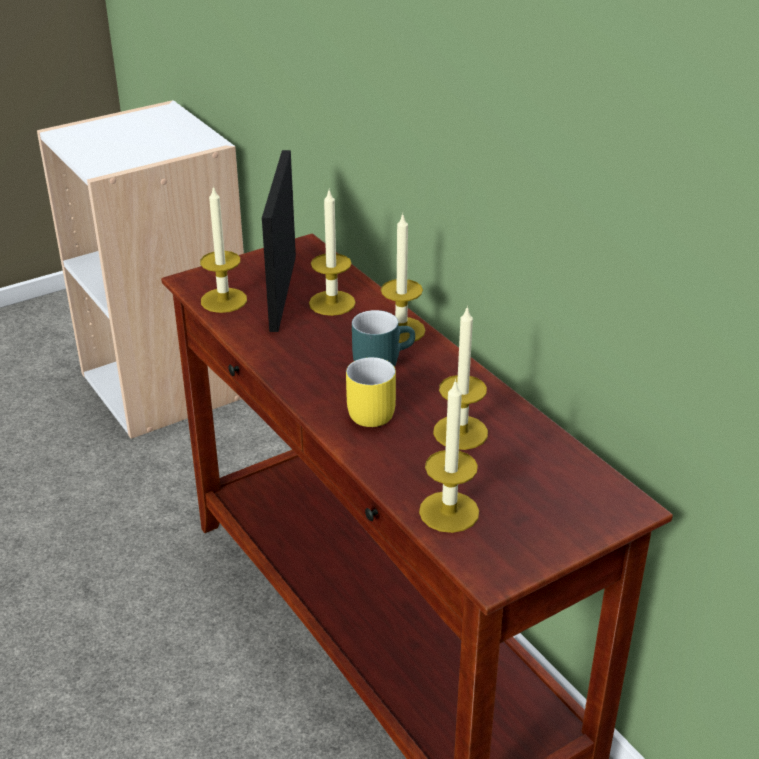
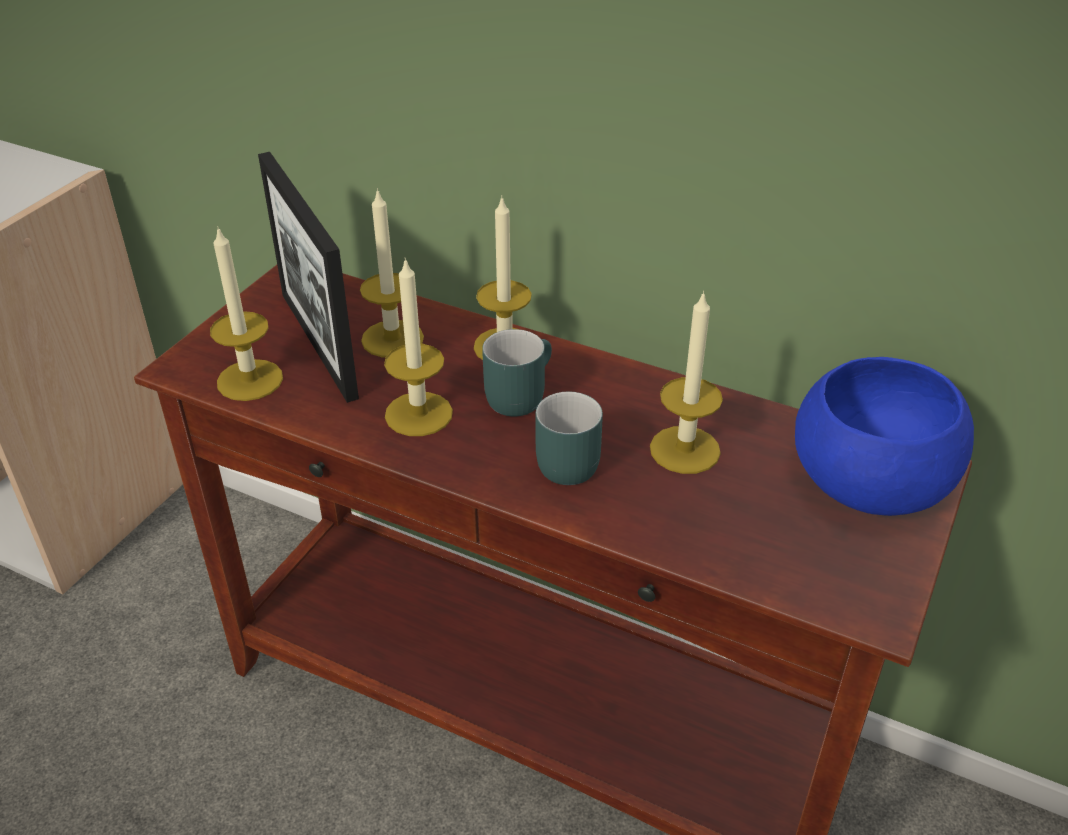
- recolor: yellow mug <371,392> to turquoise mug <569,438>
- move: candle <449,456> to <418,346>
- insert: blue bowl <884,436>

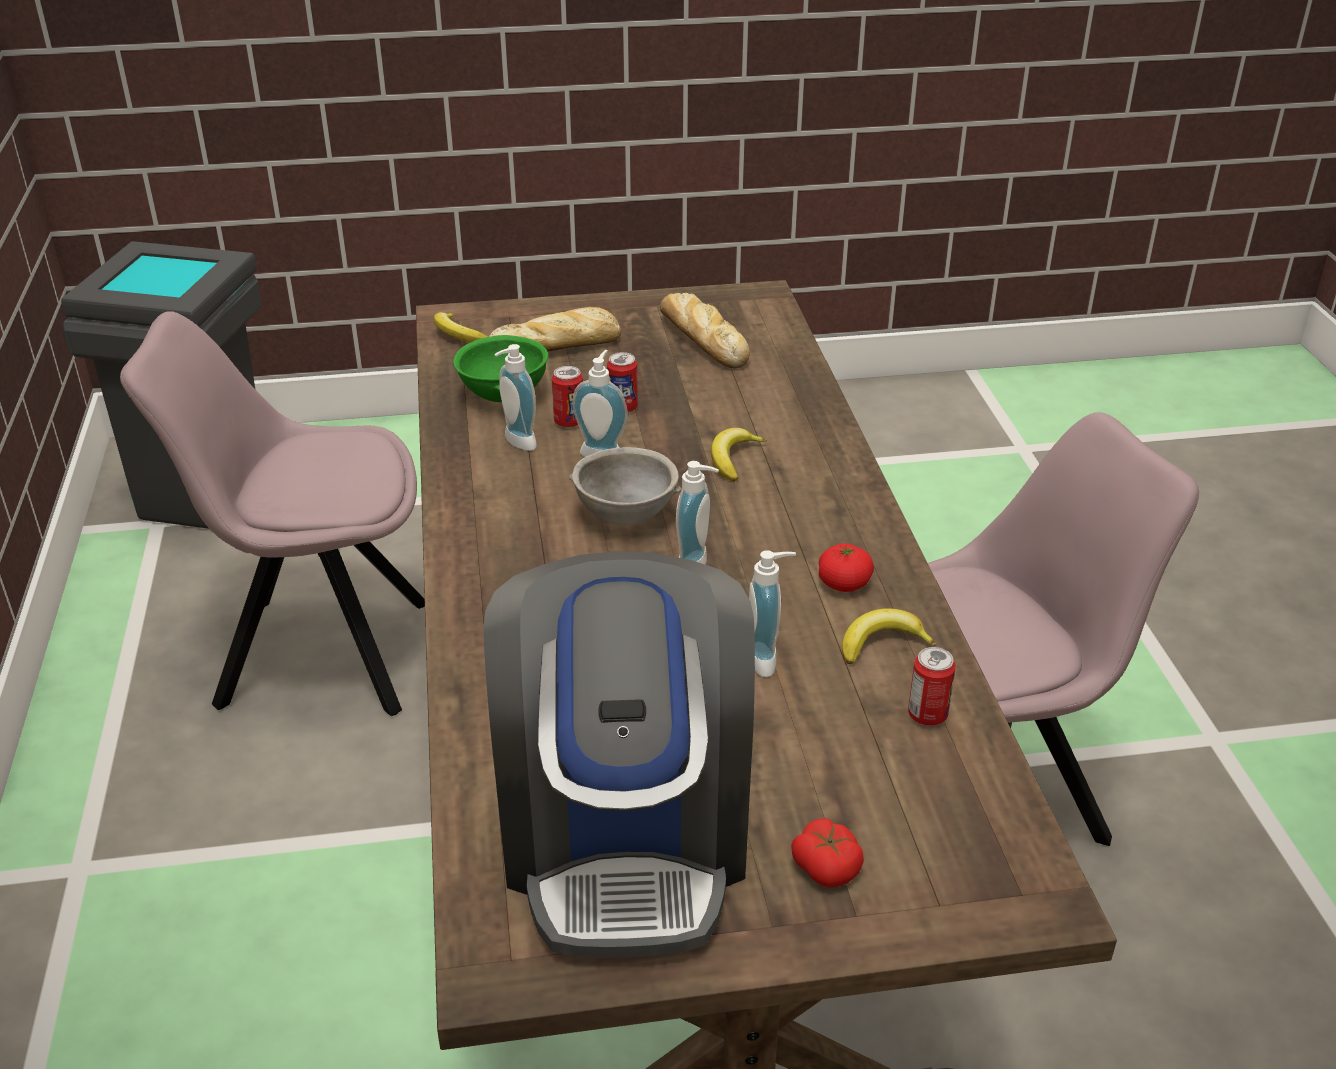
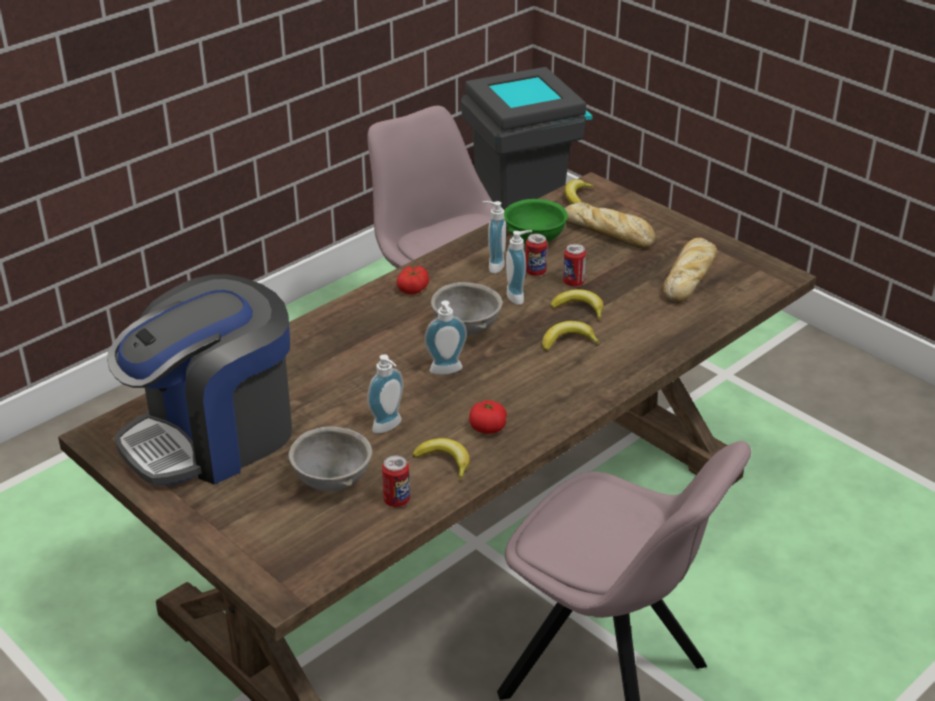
- move: tomato <827,853> to <412,280>
- insert: banana <577,305>
- insert: grey bowl <330,458>

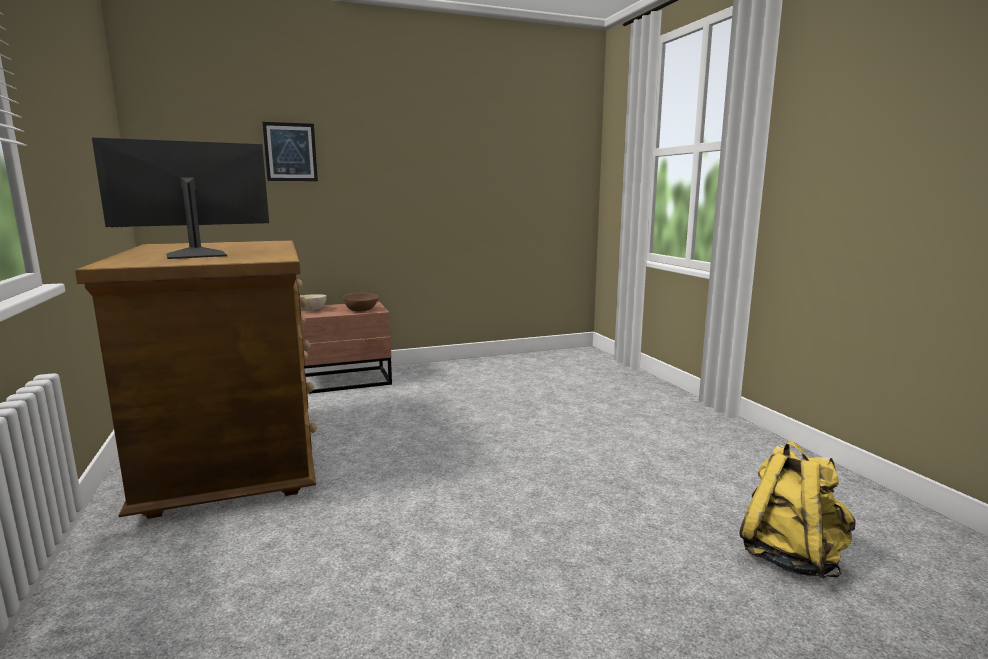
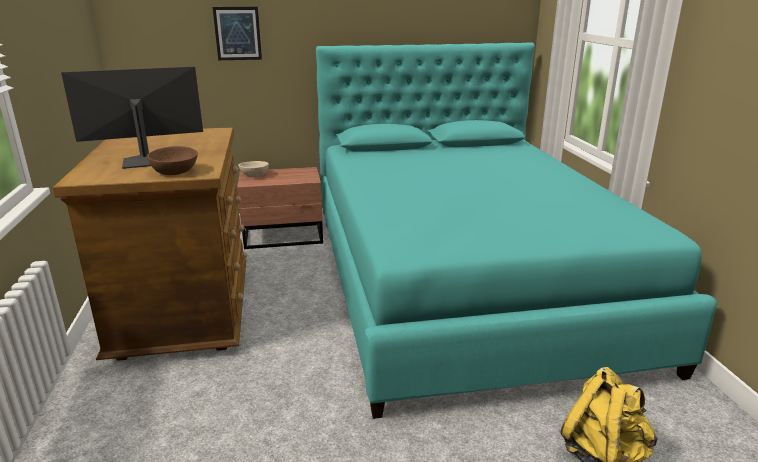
- move: brown bowl <361,302> to <172,160>
- insert: turquoise bed <517,231>

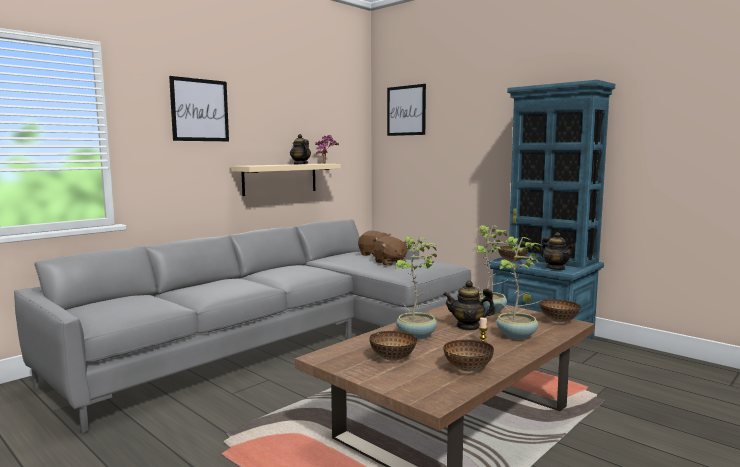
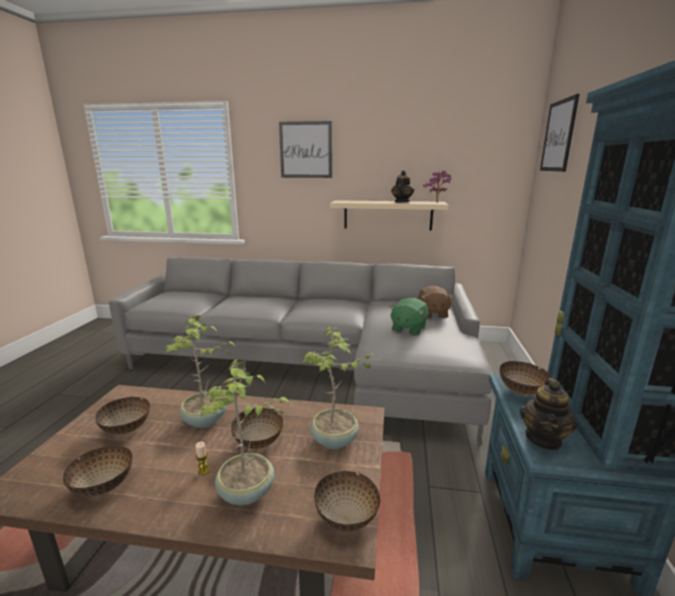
- recolor: brown plush toy <391,251> to green plush toy <408,316>
- replace: teapot <469,305> to bowl <257,428>

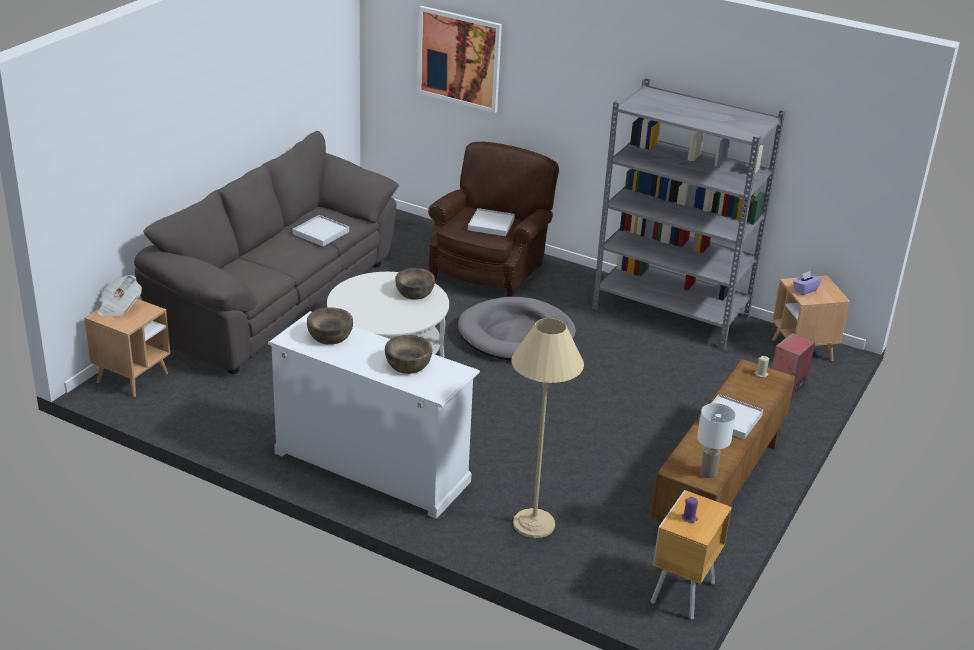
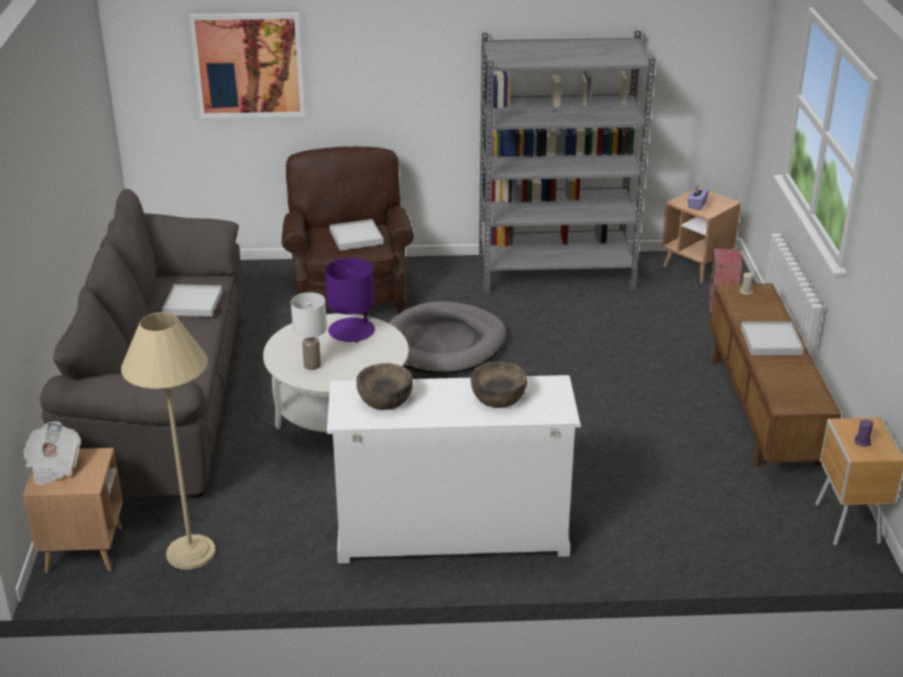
- replace: brown bowl <415,284> to purple table lamp <350,300>
- move: beige floor lamp <547,428> to <168,441>
- move: white table lamp <716,440> to <309,331>

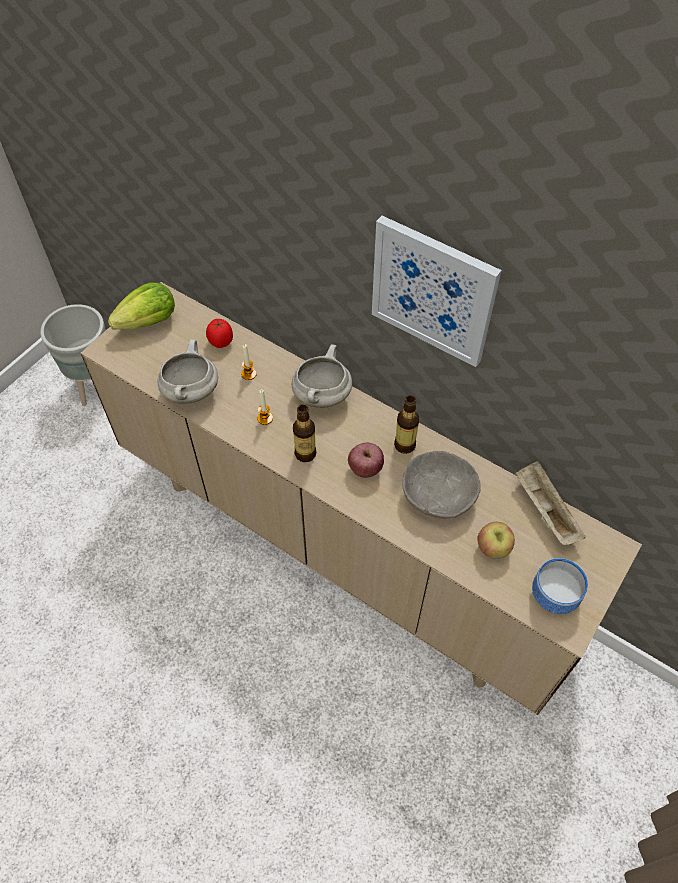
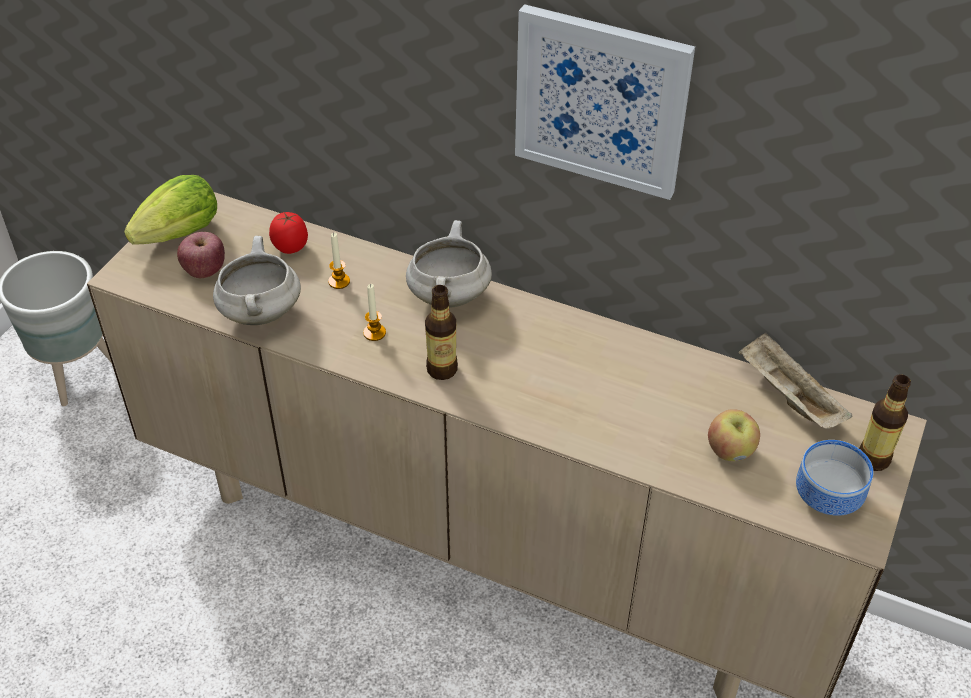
- move: bottle <406,424> to <885,422>
- move: apple <366,460> to <201,255>
- delete: grey bowl <441,485>

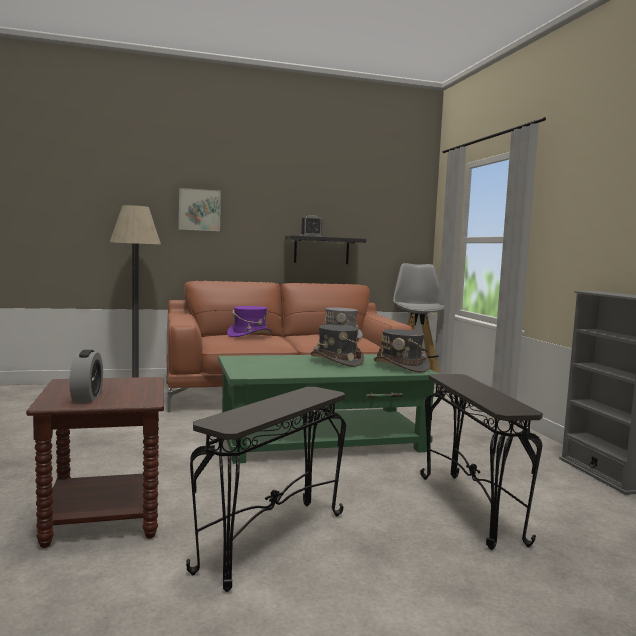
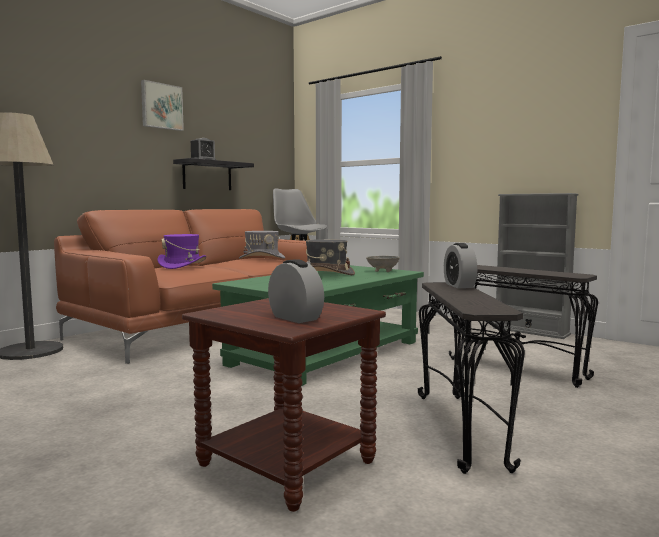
- move: picture <200,209> to <162,105>
- replace: grey hat <402,351> to grey bowl <383,264>
- insert: alarm clock <460,265>

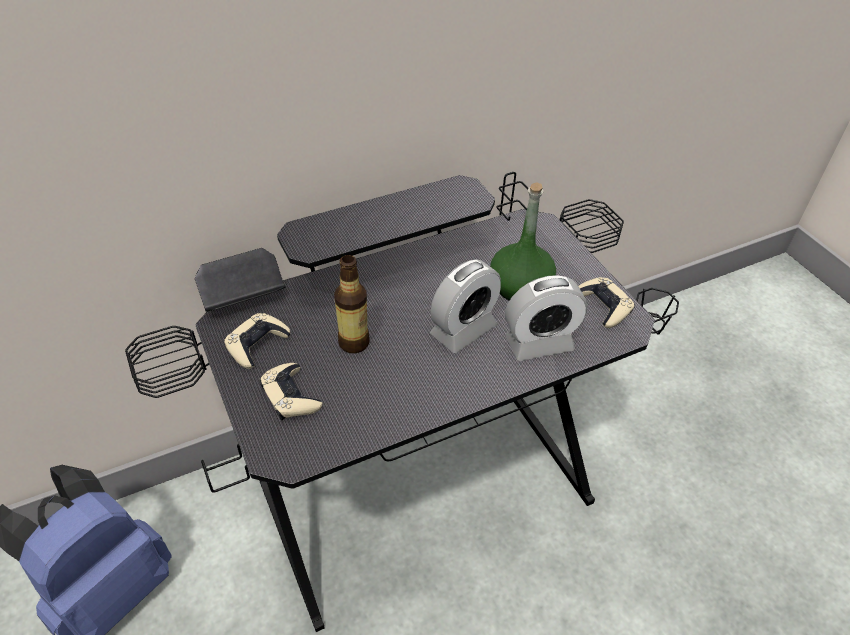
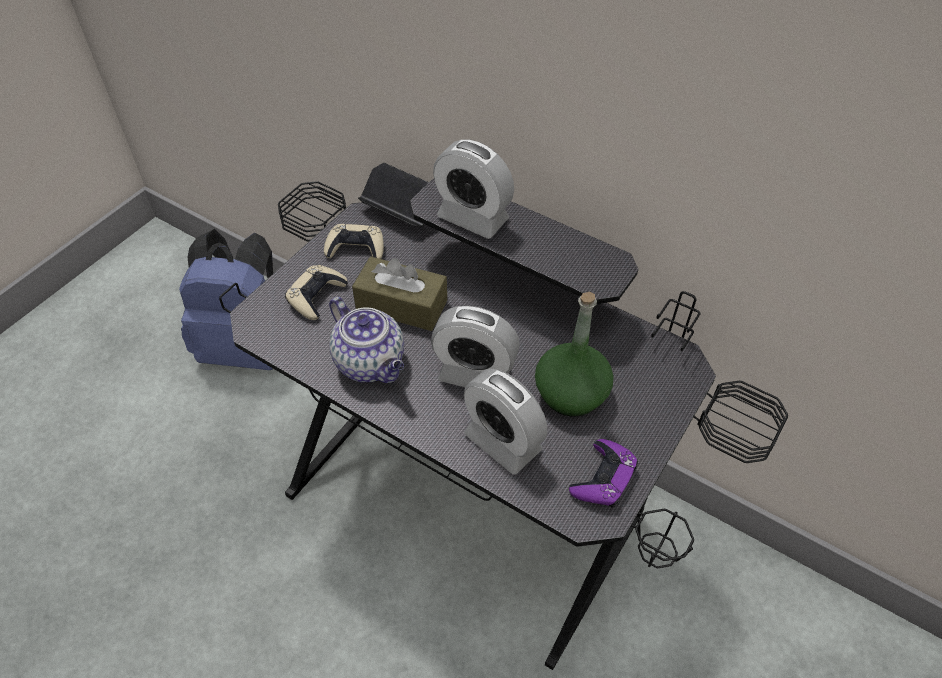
- replace: bottle <352,304> to brown tissue box <399,293>
- recolor: beige game controller <607,302> to purple game controller <603,473>
- insert: alarm clock <473,189>
- insert: teapot <366,340>

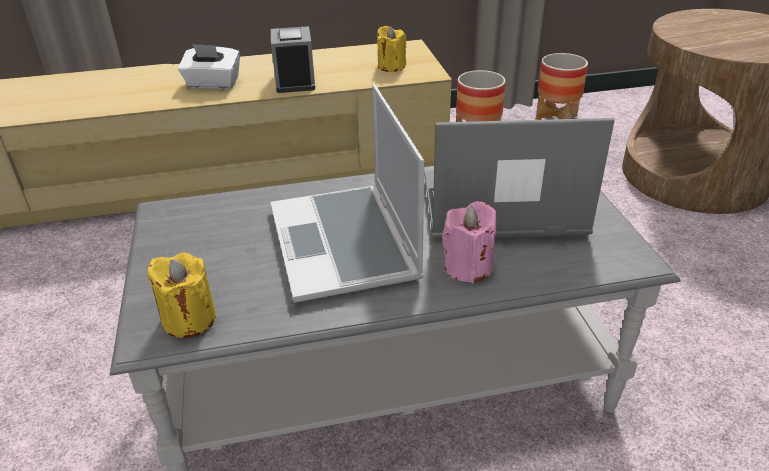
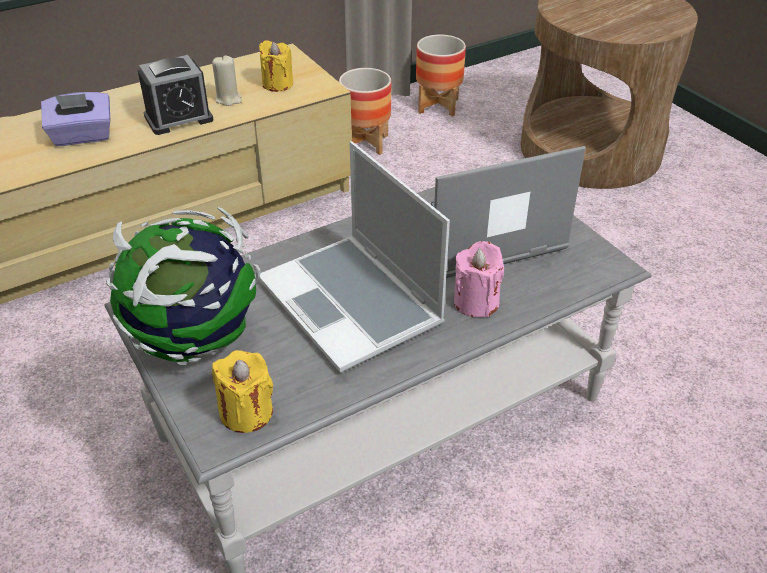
- rotate: alarm clock <293,59> = <175,95> 90 degrees counterclockwise
- recolor: white tissue box <209,66> to purple tissue box <75,119>
- insert: beige candle <227,80>
- insert: globe <183,286>

